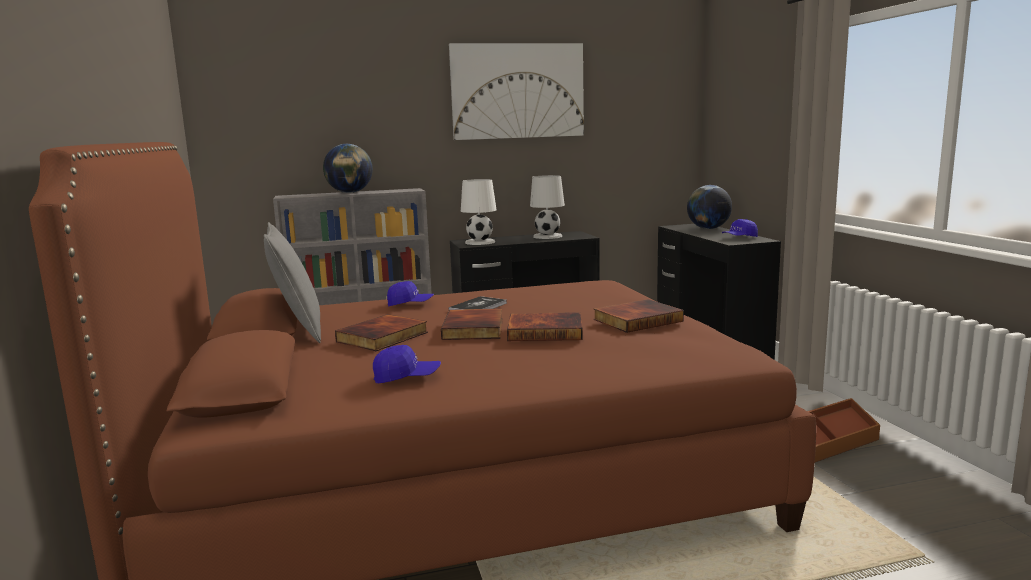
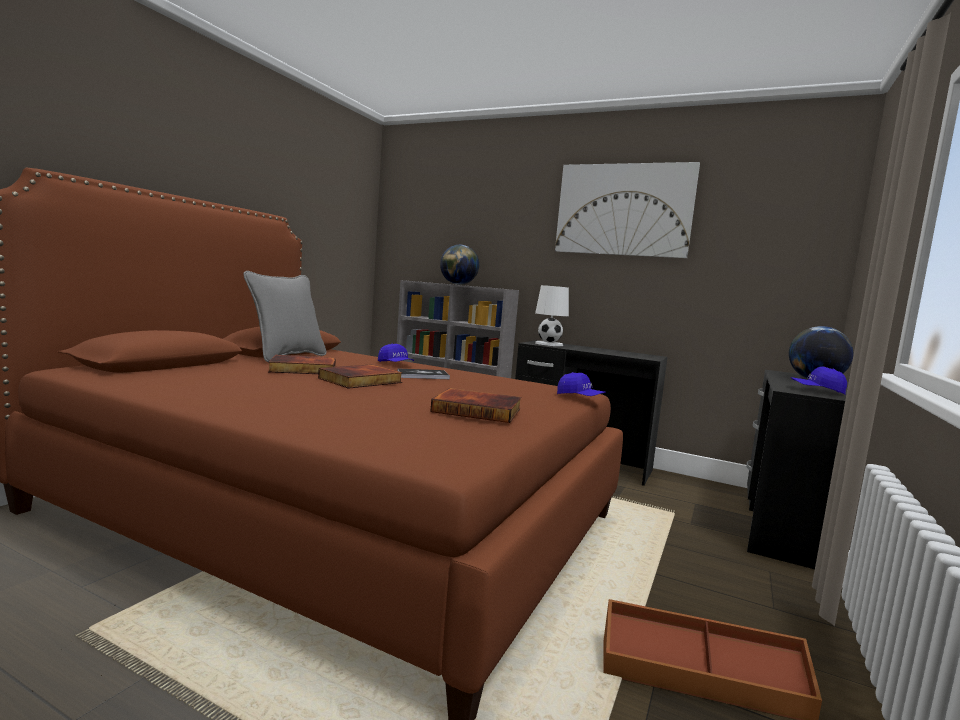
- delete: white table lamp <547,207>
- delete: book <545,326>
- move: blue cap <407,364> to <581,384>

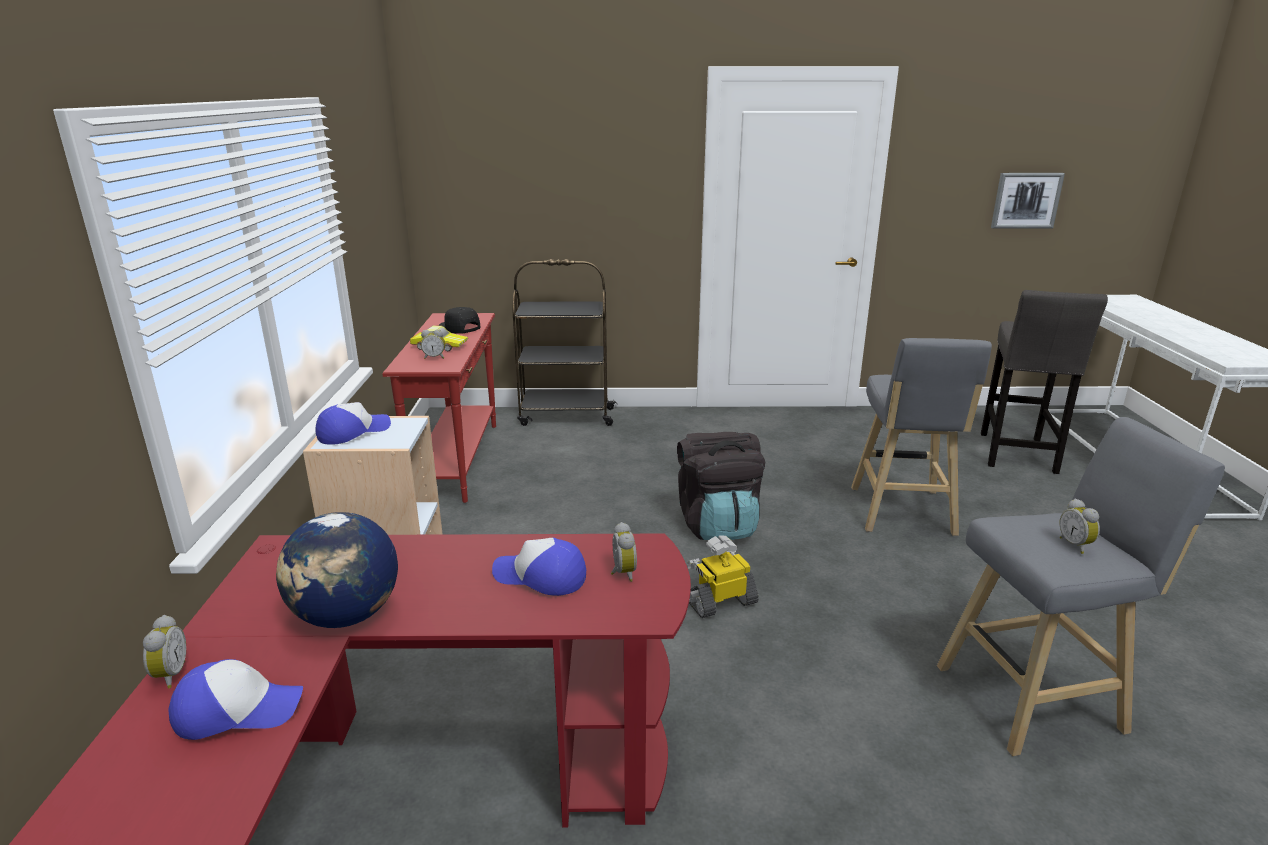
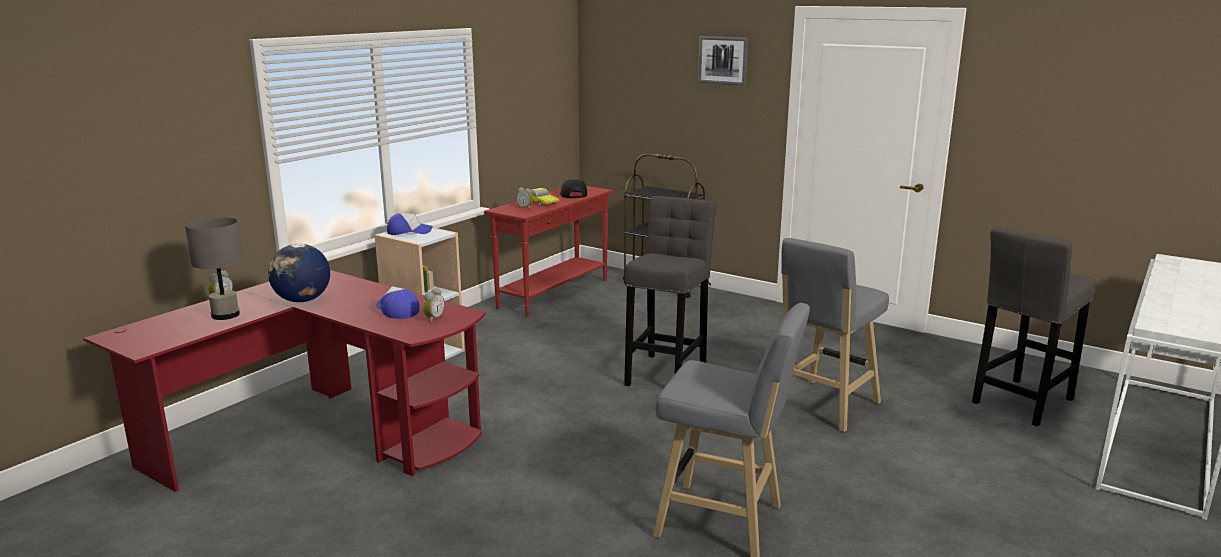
- move: picture <1028,201> to <723,61>
- replace: black backpack <721,486> to grey stool <670,291>
- delete: alarm clock <1079,526>
- delete: toy robot <723,577>
- replace: cap <236,699> to grey table lamp <214,268>

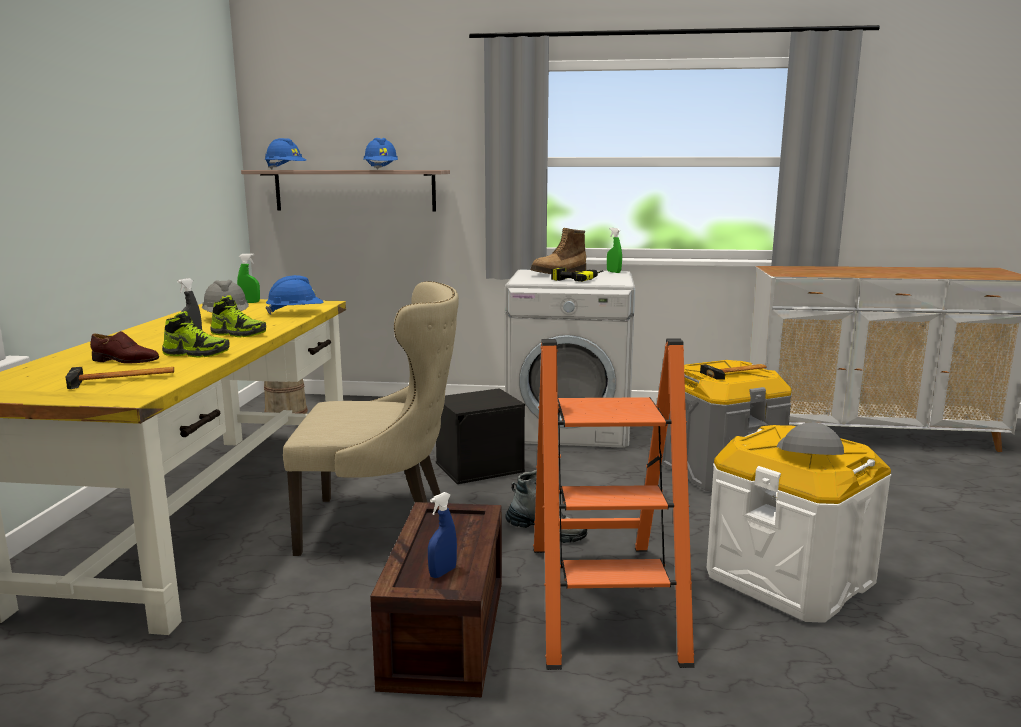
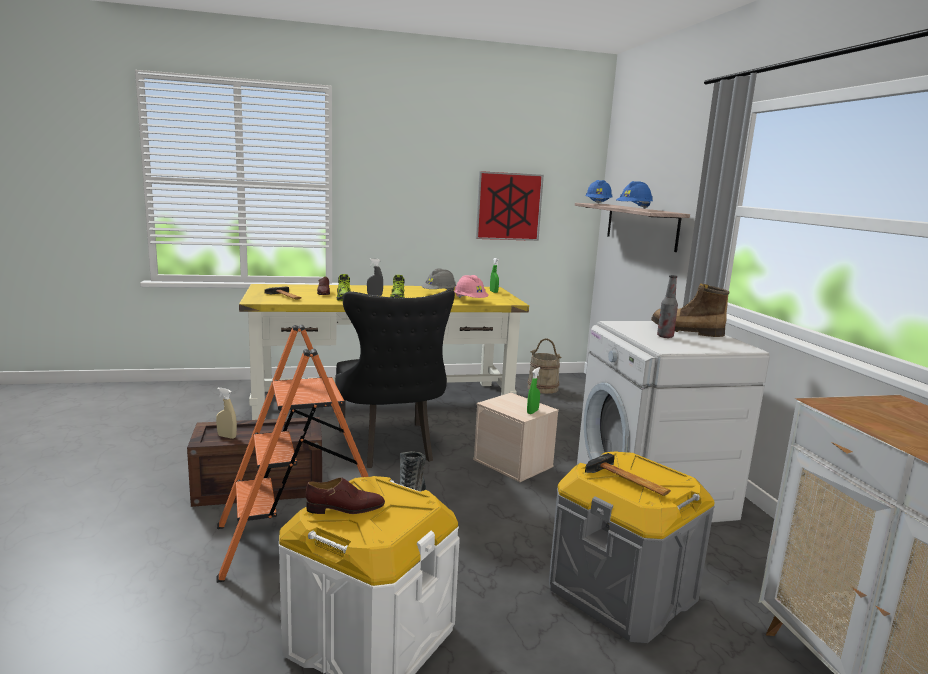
- move: green spray bottle <614,250> to <533,390>
- replace: power drill <577,274> to bottle <667,306>
- recolor: blue hard hat <294,295> to pink hard hat <471,286>
- recolor: beige chair <371,418> to black chair <395,379>
- recolor: black storage box <480,436> to beige storage box <516,437>
- replace: grey cap <810,438> to brown shoe <345,495>
- recolor: blue spray bottle <442,535> to beige spray bottle <226,413>
- insert: picture <510,206>

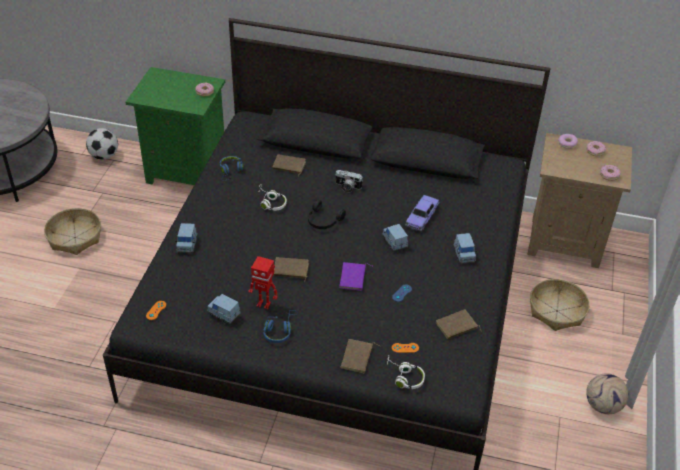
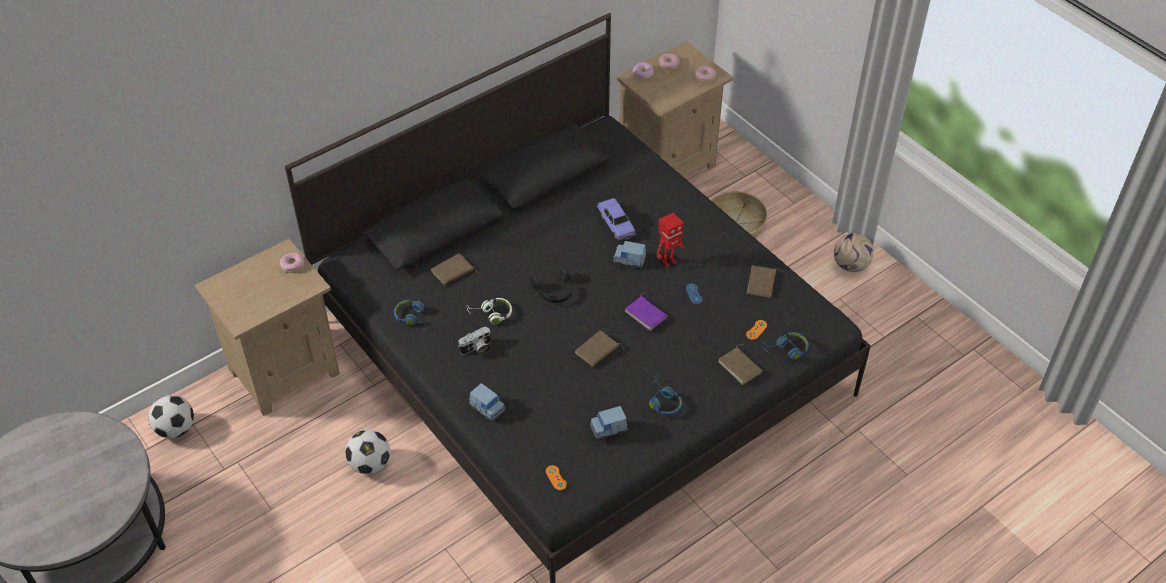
- recolor: green nightstand <175,126> to beige nightstand <267,327>
- move: photo camera <349,181> to <475,341>
- delete: basket <72,231>
- delete: blue toy car <465,248>
- move: toy robot <263,283> to <670,240>
- recolor: white headphones <405,372> to blue headphones <785,346>
- insert: football <367,452>

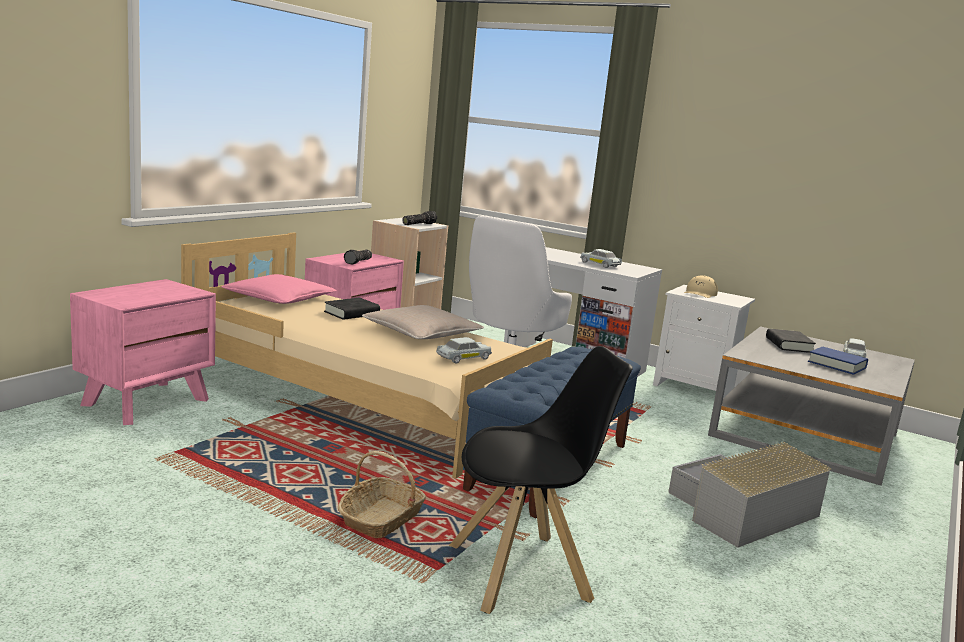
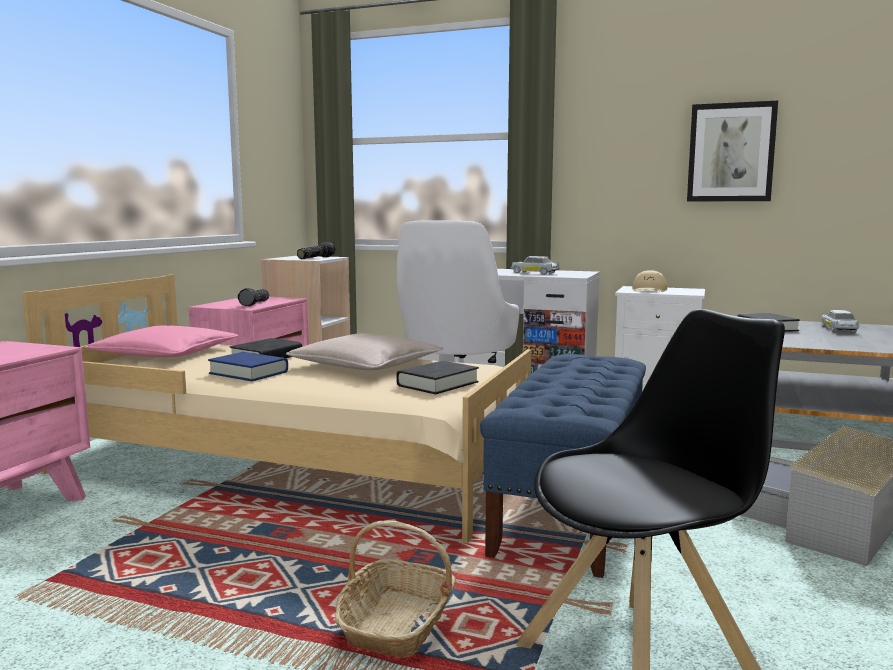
- replace: white toy car <464,350> to black book <437,377>
- move: blue book <838,361> to <248,366>
- insert: picture <732,151>

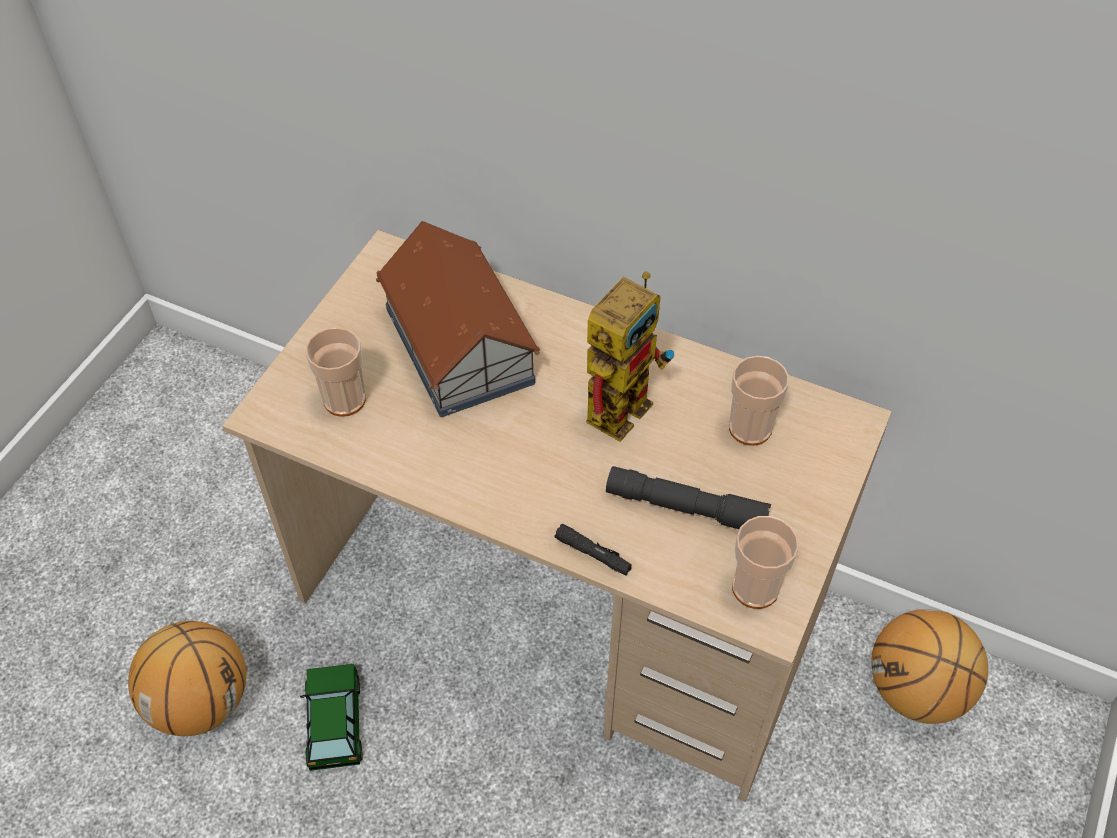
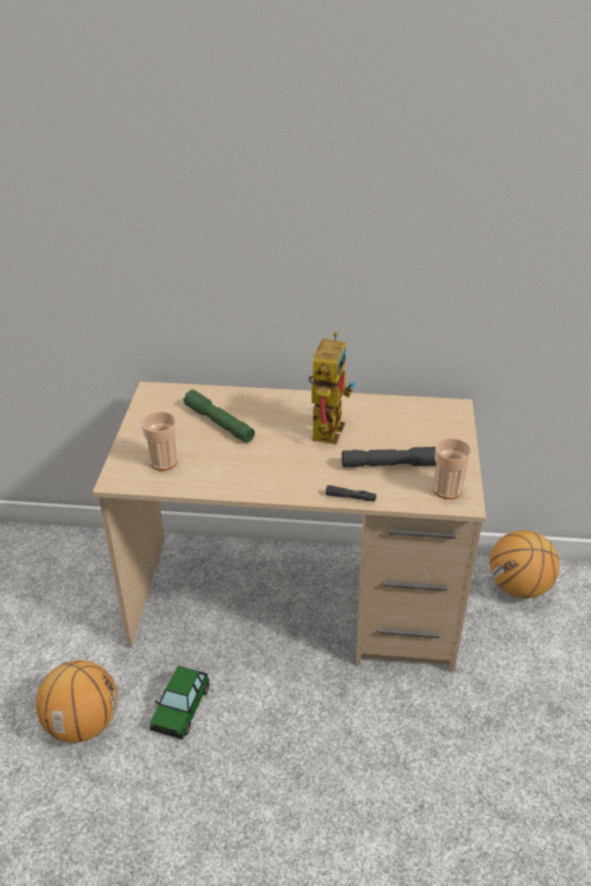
- replace: toy house <458,319> to green flashlight <219,416>
- delete: cup <759,401>
- rotate: toy car <331,717> = <179,702> 135 degrees counterclockwise

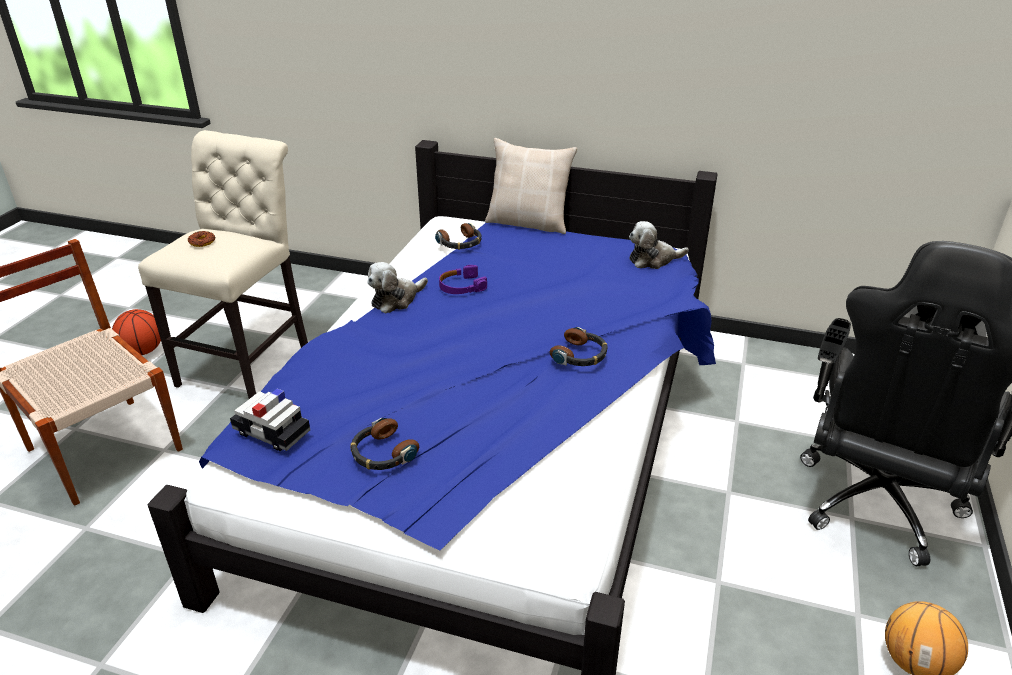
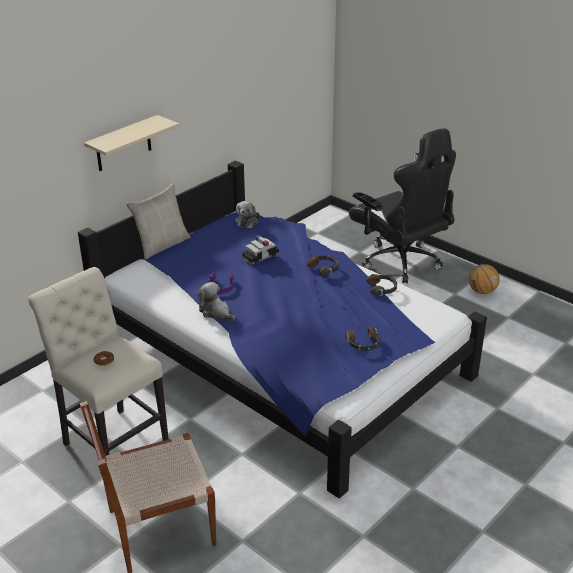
- move: headphones <458,236> to <381,285>
- rotate: plush toy <398,287> = <216,301> 150 degrees clockwise
- delete: basketball <136,332>
- move: toy car <270,420> to <260,250>
- insert: beige shelf <131,143>

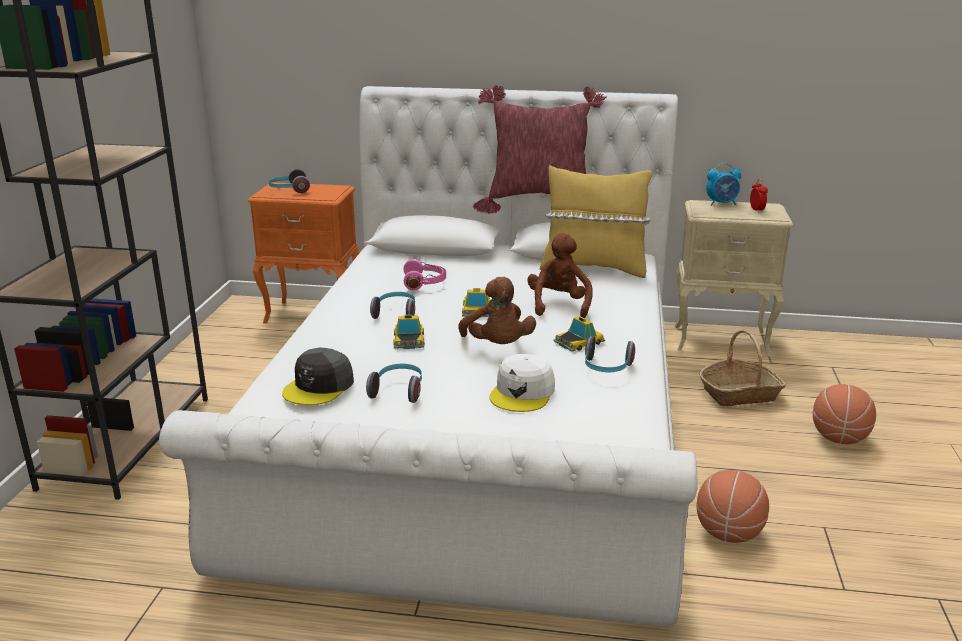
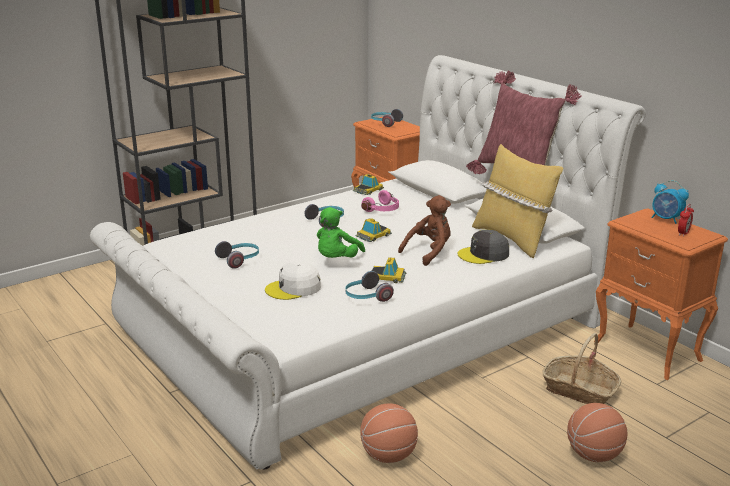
- recolor: beige nightstand <734,278> to orange nightstand <661,294>
- recolor: brown plush toy <497,310> to green plush toy <341,232>
- move: toy car <408,332> to <368,184>
- move: grey cap <318,376> to <483,246>

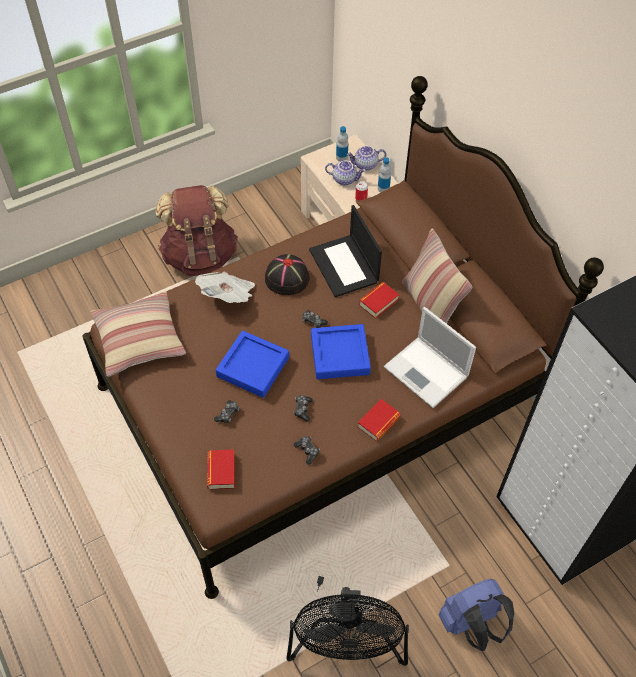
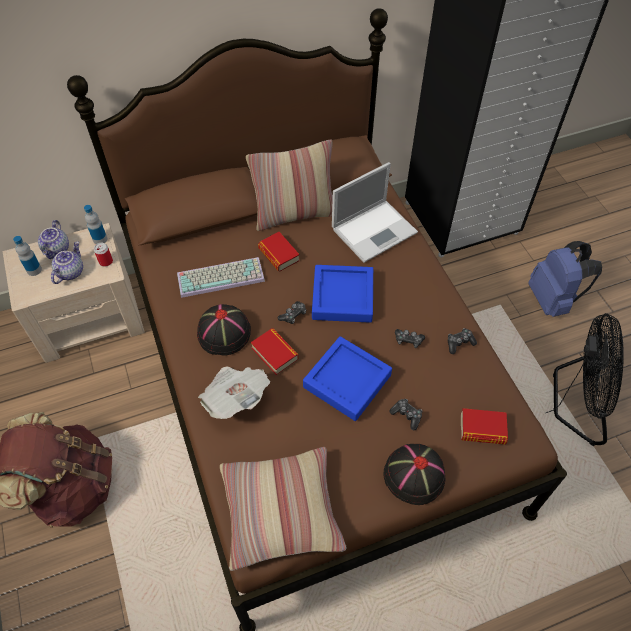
- replace: laptop <345,251> to keyboard <221,277>
- move: book <379,420> to <275,351>
- insert: black hat <414,474>

